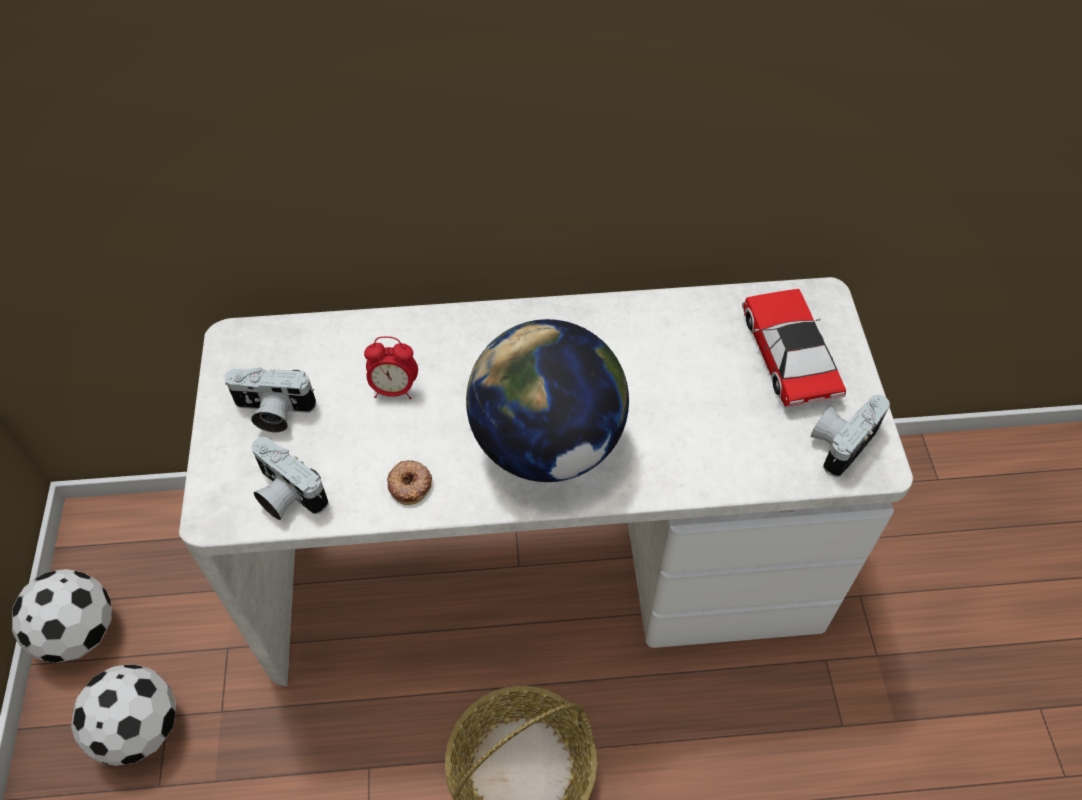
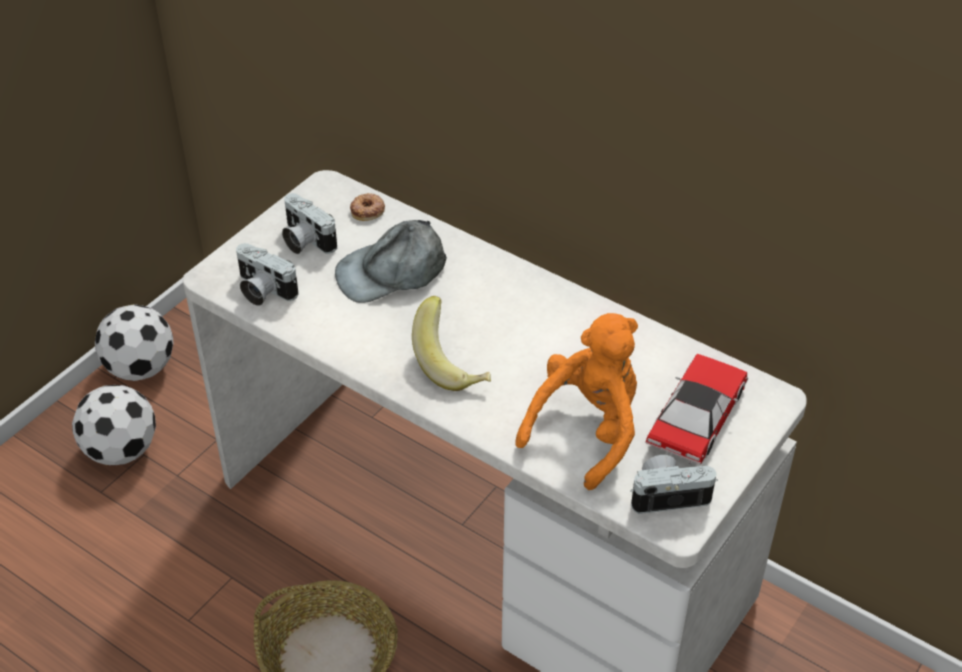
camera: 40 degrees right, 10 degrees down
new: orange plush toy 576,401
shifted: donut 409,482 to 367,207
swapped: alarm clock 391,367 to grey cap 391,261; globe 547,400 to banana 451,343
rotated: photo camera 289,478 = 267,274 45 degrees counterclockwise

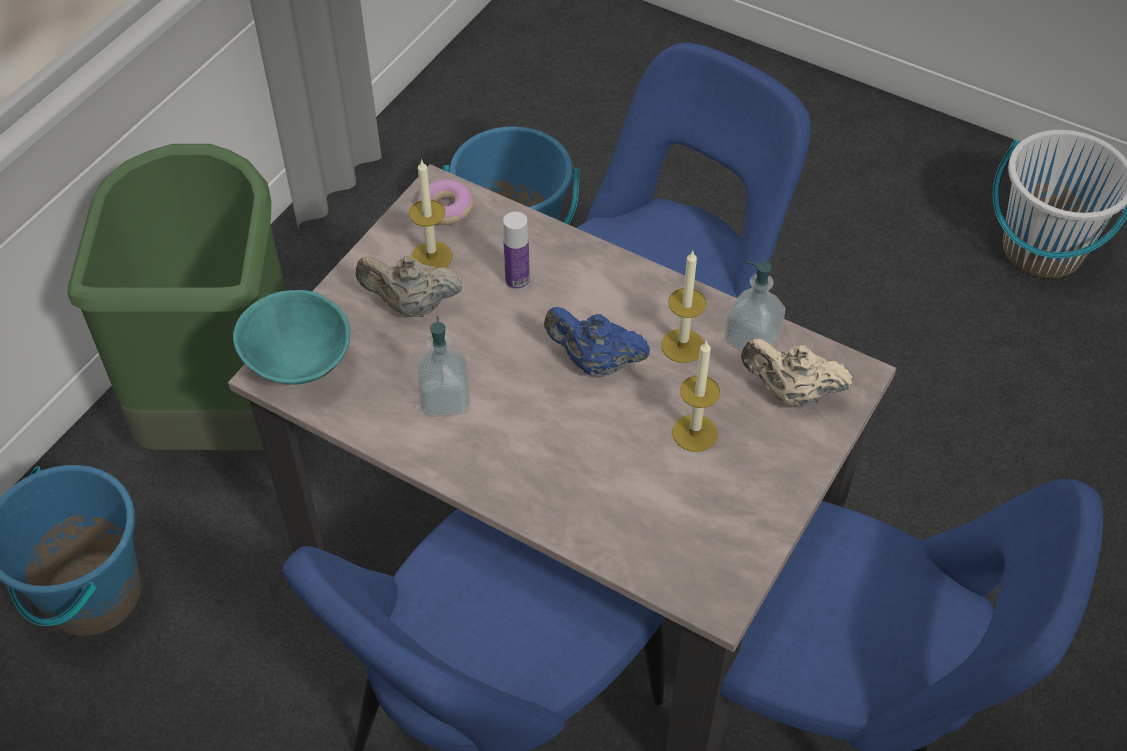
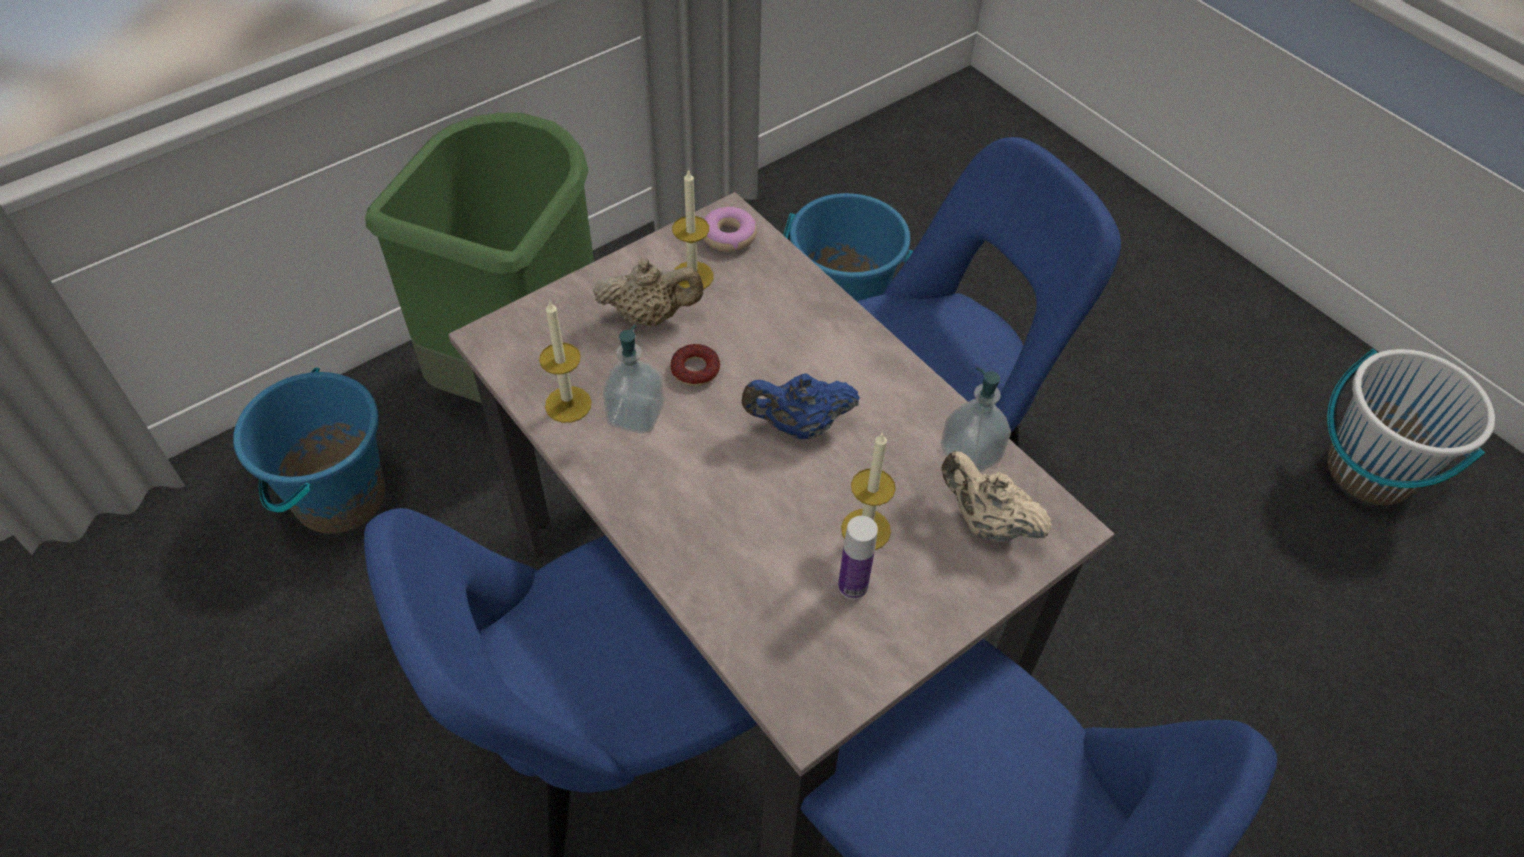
camera: 20 degrees right, 0 degrees up
gone: turquoise bowl 291,337
new: donut 695,365
shifted: bottle 516,251 to 858,557; candle 683,306 to 565,361
rotated: beige teapot 409,286 = 648,292 150 degrees clockwise; blue teapot 597,342 = 800,406 45 degrees counterclockwise

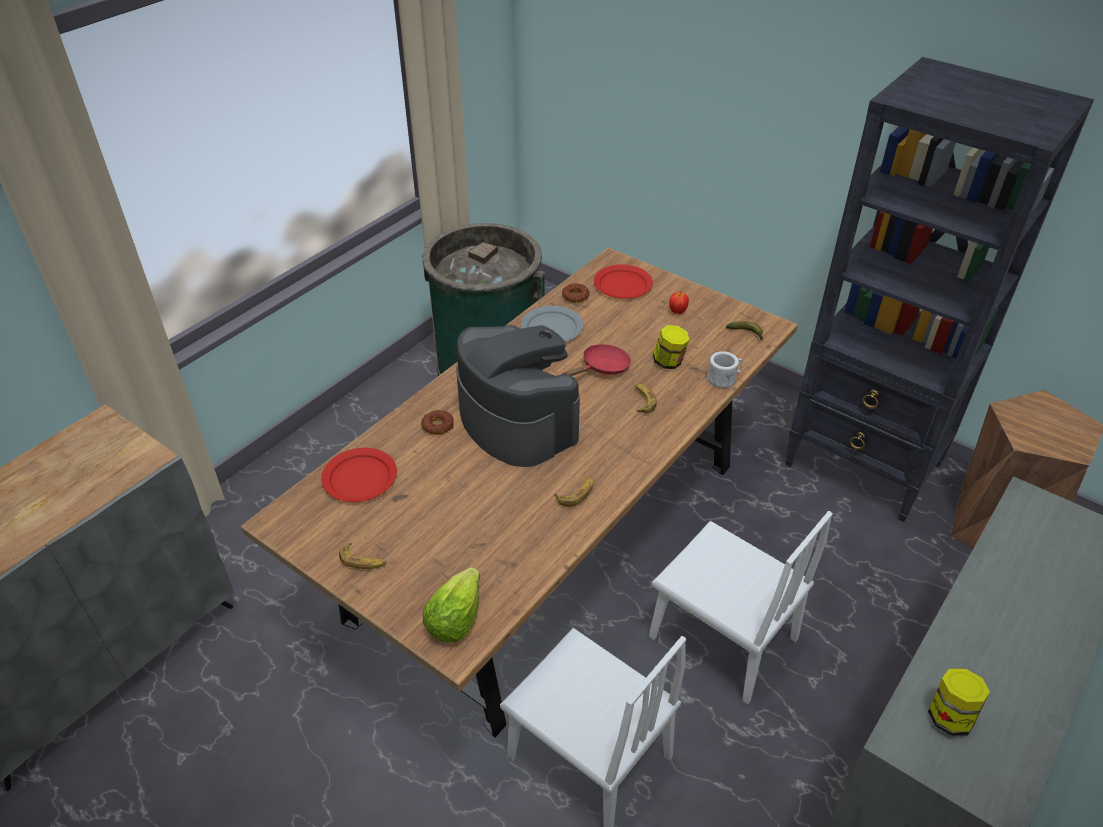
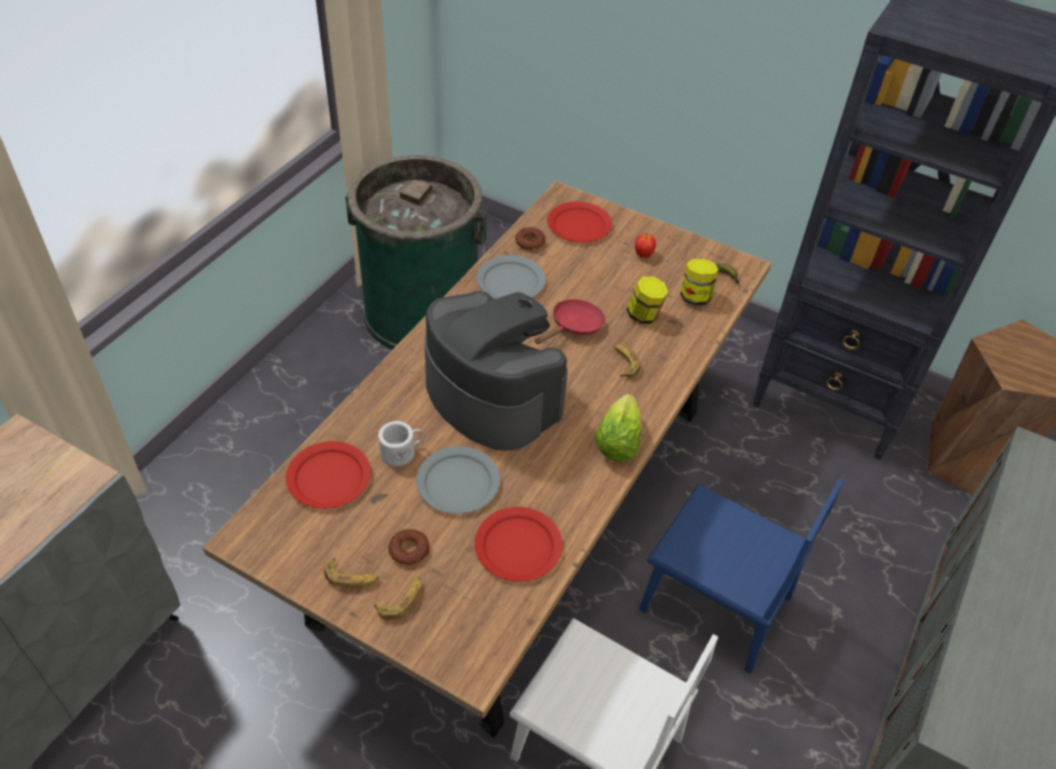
camera: 10 degrees left, 5 degrees up
new: grey plate 458,480; red plate 519,544
shifted: donut 437,422 to 409,547; lettuce 451,605 to 618,427; banana 574,491 to 397,598; white mug 725,369 to 399,443; jar 959,702 to 699,282
repainted: white chair 741,608 to blue chair 741,576

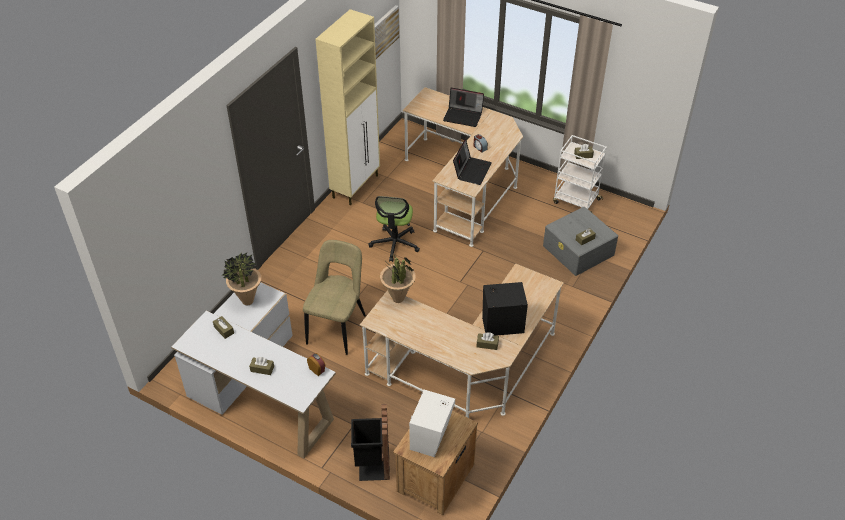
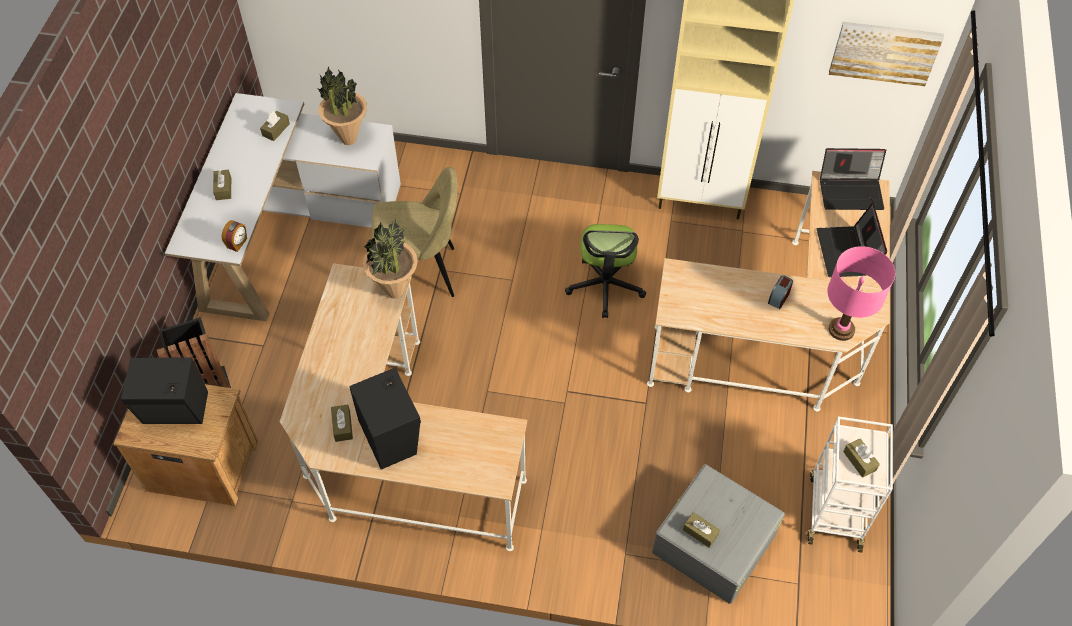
camera: 70 degrees right, 10 degrees up
new: pink table lamp 861,293
shifted: laptop 472,162 to 853,179
repainted: white speaker 432,423 to black speaker 164,390
rotated: office chair 394,229 = 605,271 75 degrees counterclockwise

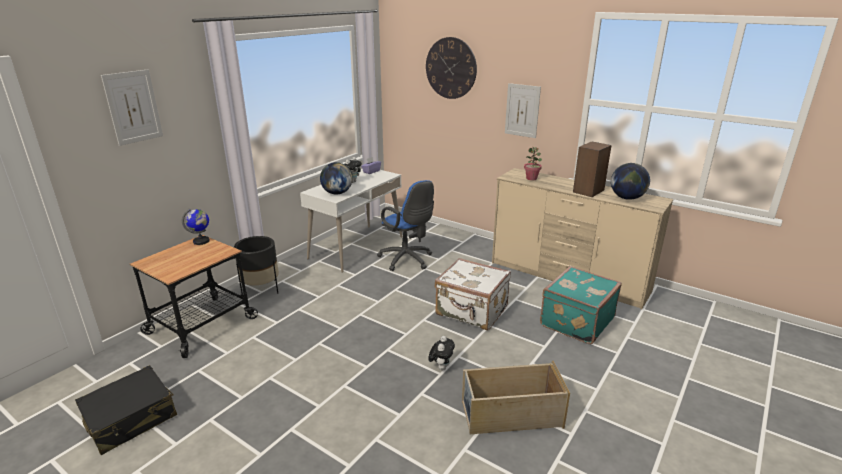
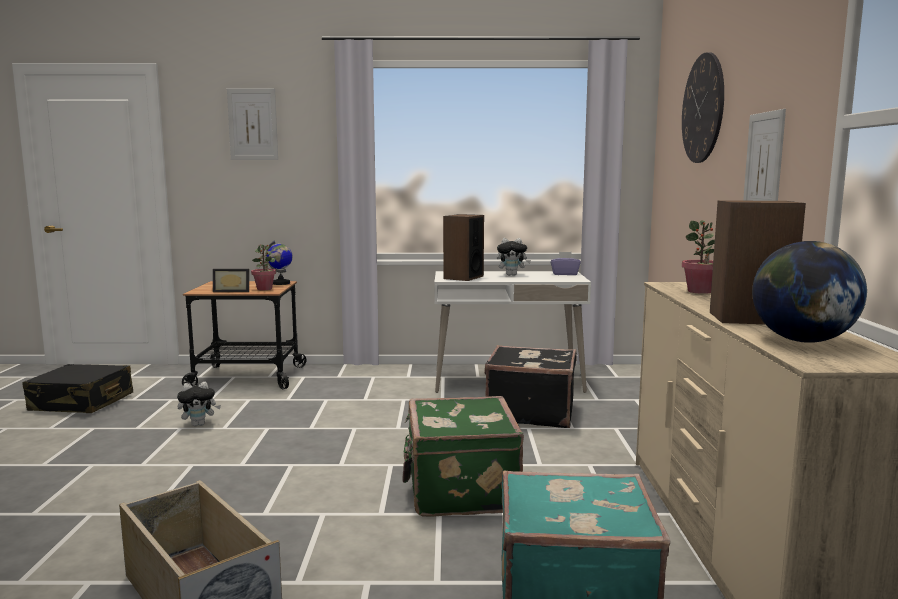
camera: 55 degrees right, 15 degrees down
gone: black planter 256,265
new: picture frame 231,280; potted plant 263,267
shifted: plush toy 441,353 to 199,404
swapped: globe 336,178 to speaker 463,247; blue office chair 405,225 to black suitcase 530,386
repainted: white suitcase 473,294 to green suitcase 463,456

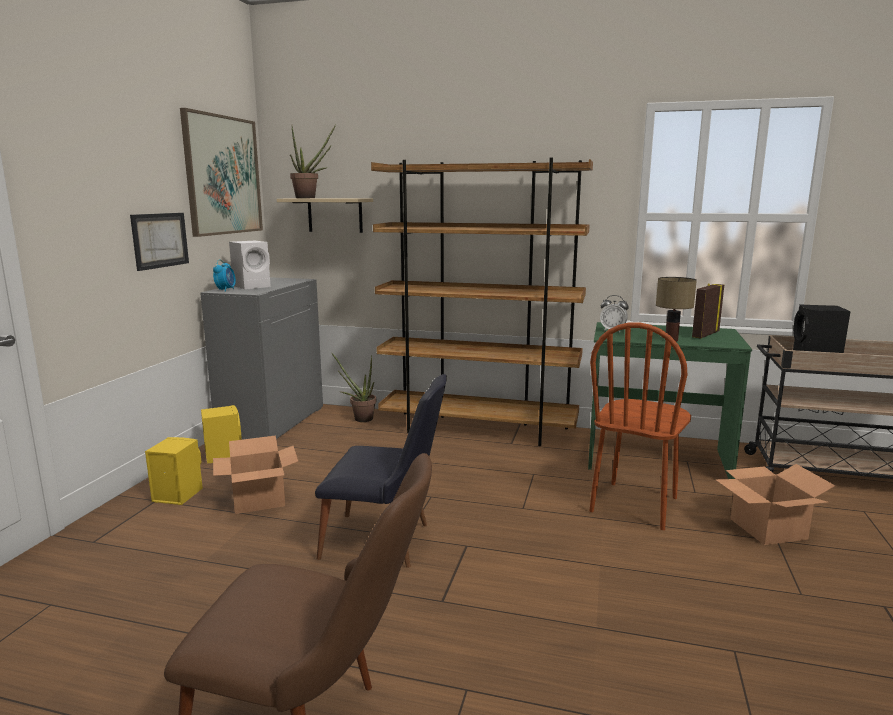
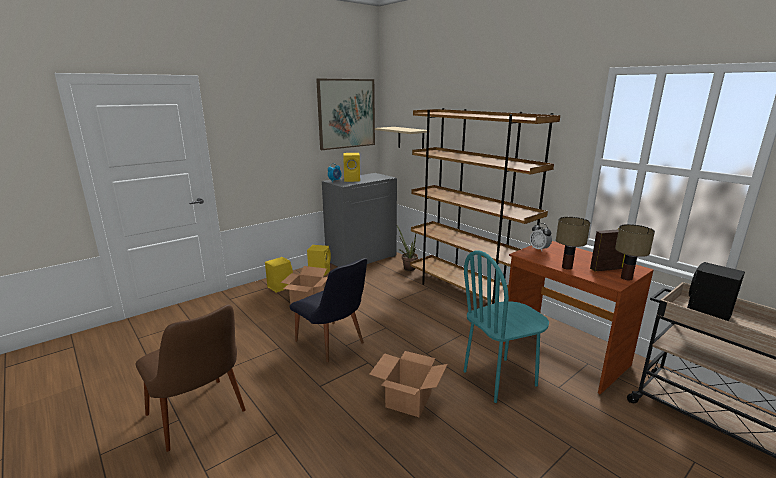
camera: 35 degrees right, 5 degrees up
gone: picture 159,242; potted plant 313,161
new: table lamp 635,252
shifted: cardboard box 775,504 to 408,384
repainted: white speaker 250,265 to yellow speaker 351,167; green desk 670,400 to brown desk 578,318; brown chair 640,426 to turquoise chair 506,327

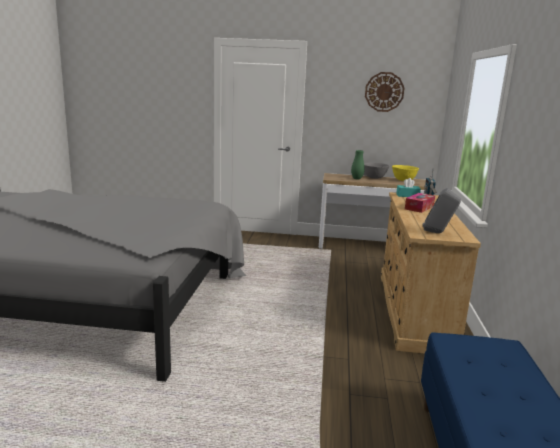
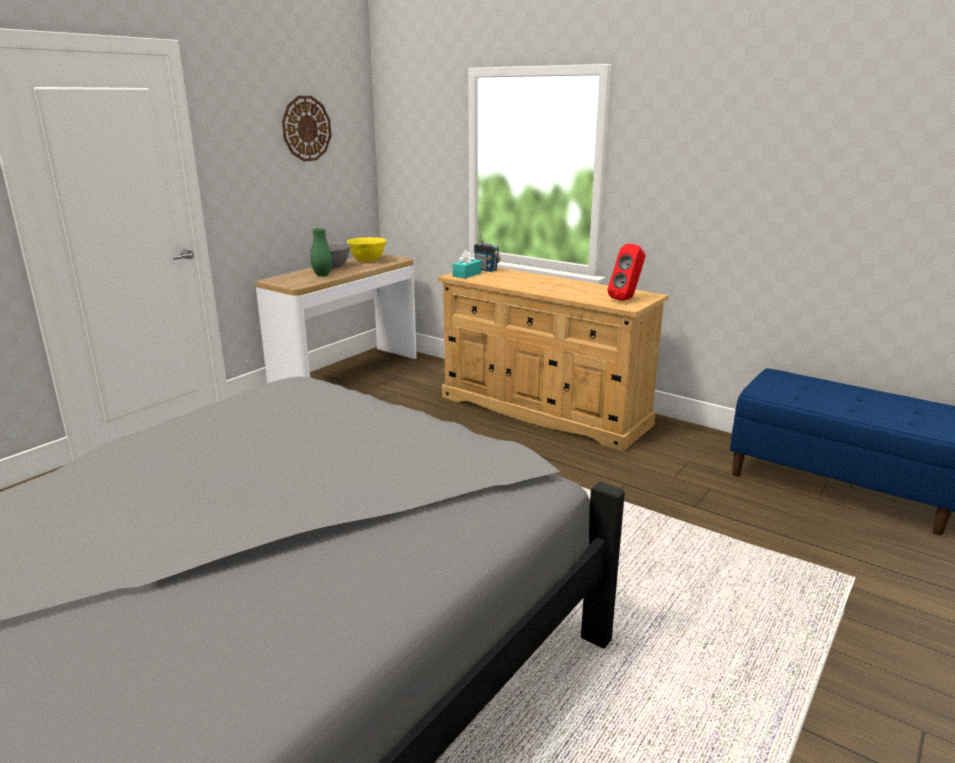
camera: 60 degrees left, 5 degrees up
gone: tissue box 420,203
repainted: grey speaker 441,210 to red speaker 626,272

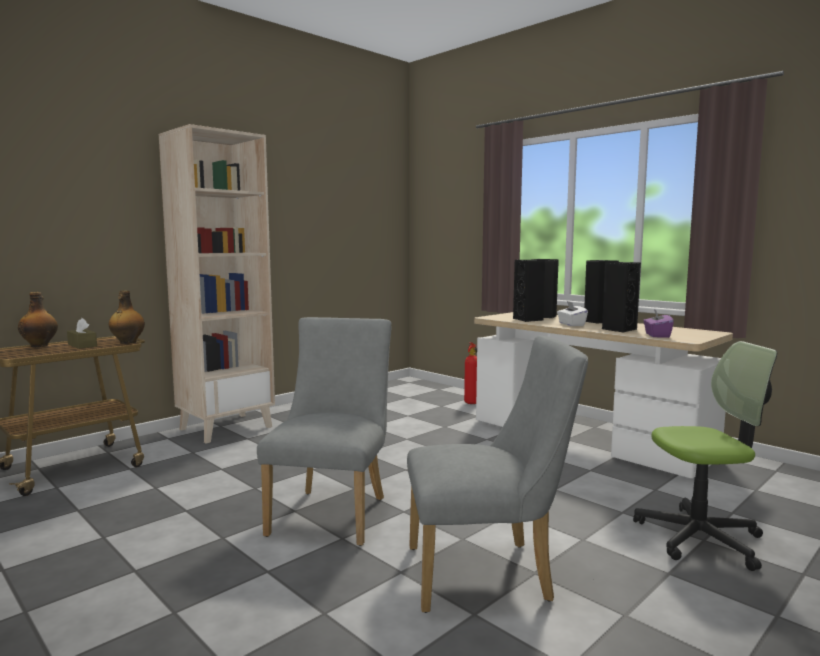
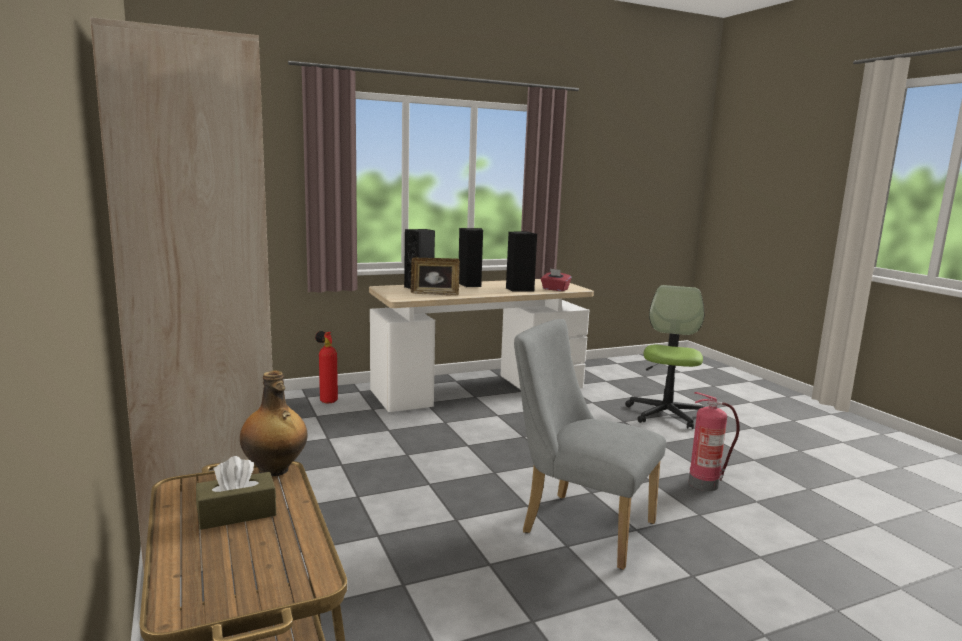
camera: 70 degrees left, 5 degrees up
gone: bottle 38,319; white tissue box 572,313
swapped: grey chair 497,474 to fire extinguisher 714,441; black speaker 529,291 to picture frame 435,276
repainted: purple tissue box 658,323 to red tissue box 556,279

